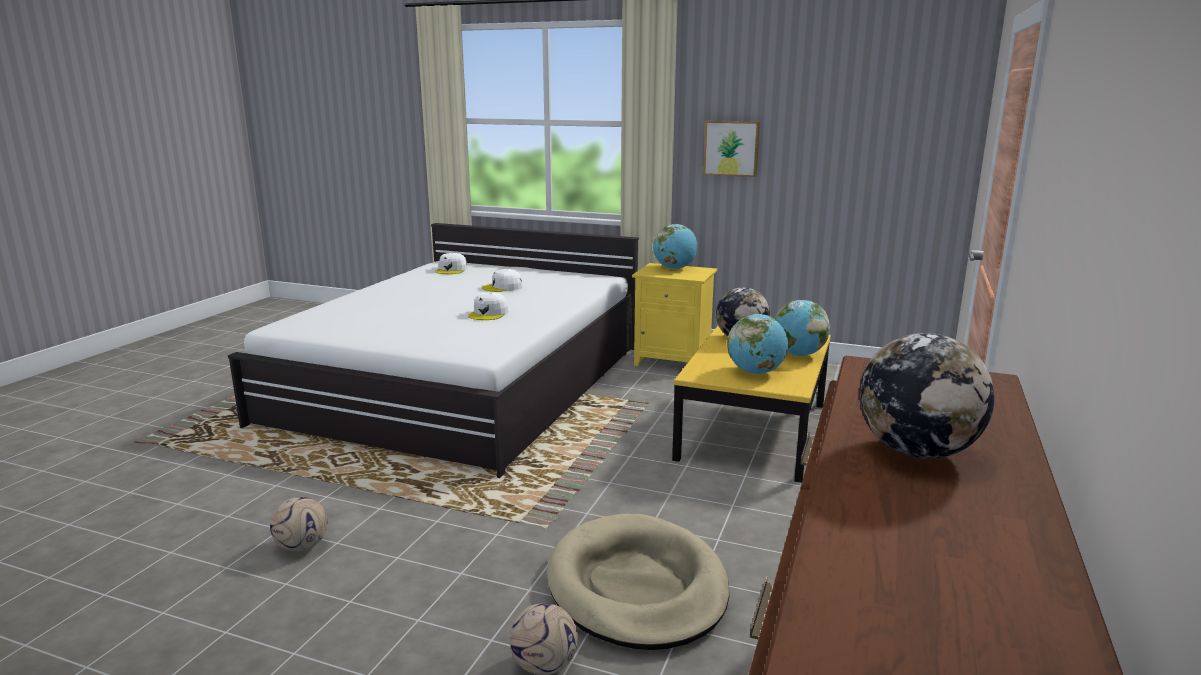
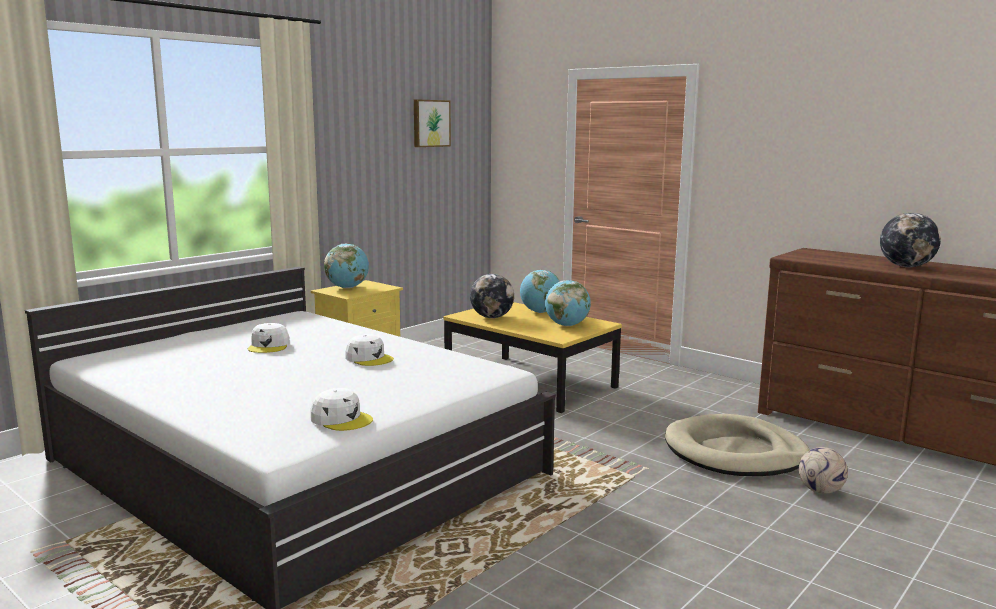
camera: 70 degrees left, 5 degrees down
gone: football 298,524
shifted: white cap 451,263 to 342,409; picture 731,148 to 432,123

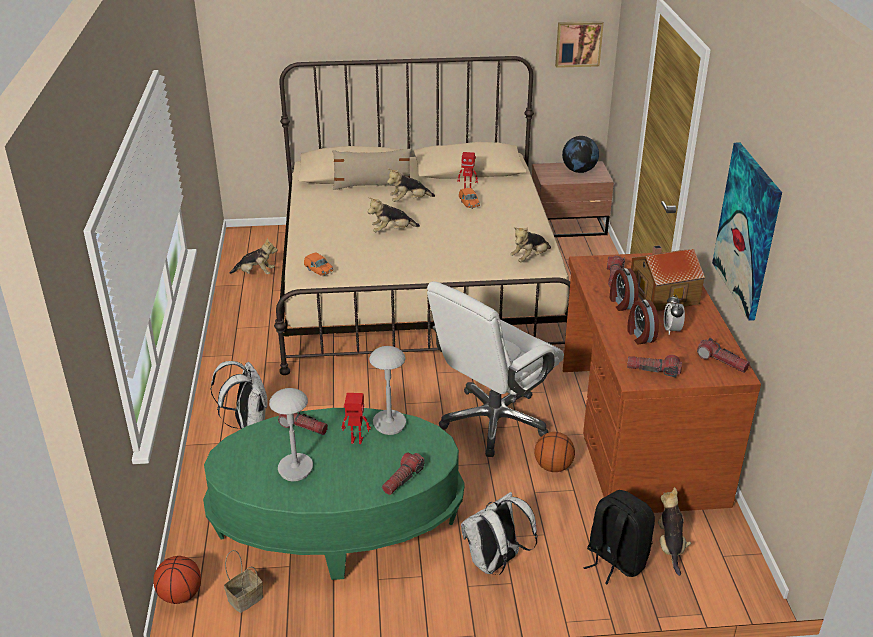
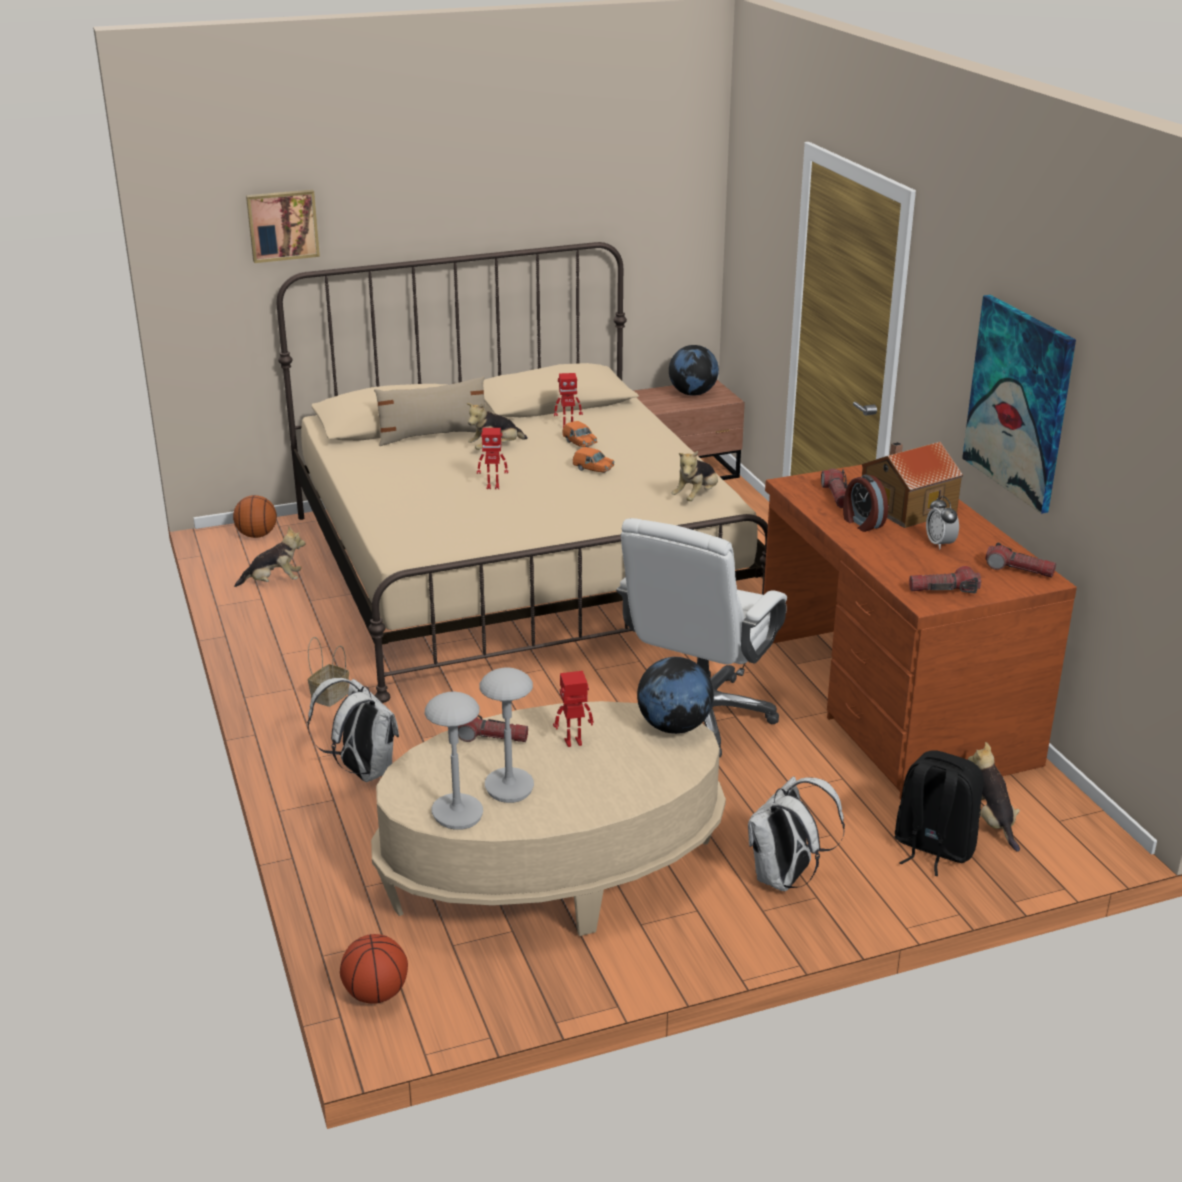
camera: 15 degrees left, 5 degrees down
gone: flashlight 403,473; alarm clock 643,322
new: globe 675,695
shifted: basket 243,581 to 328,672; orange toy car 318,263 to 593,460; grey table lamp 387,390 to 454,761; basketball 554,452 to 255,516; picture 579,44 to 283,226
swapped: plush toy 394,214 to toy robot 492,458
repainted: green coffee table 334,494 to beige coffee table 548,818

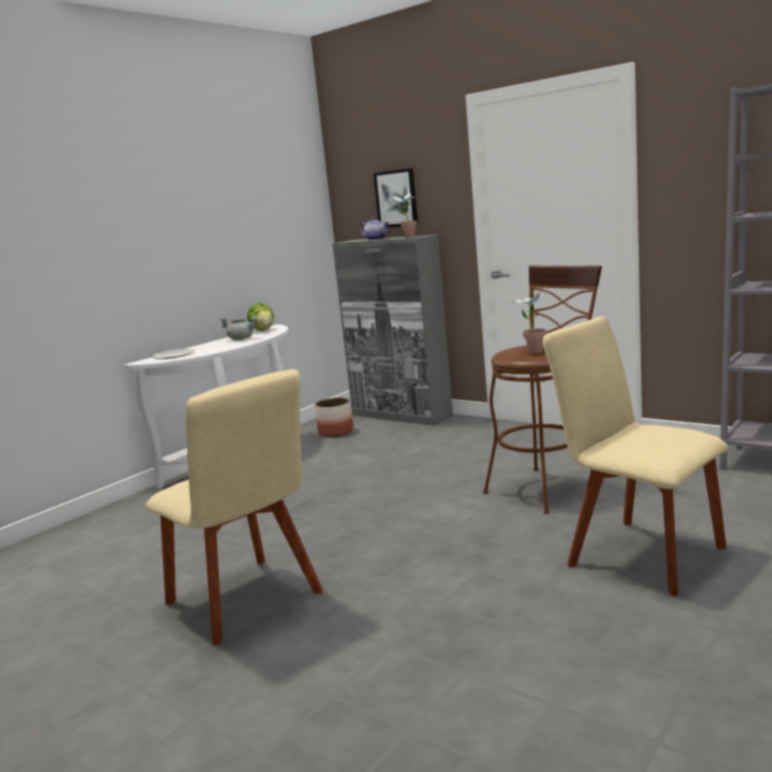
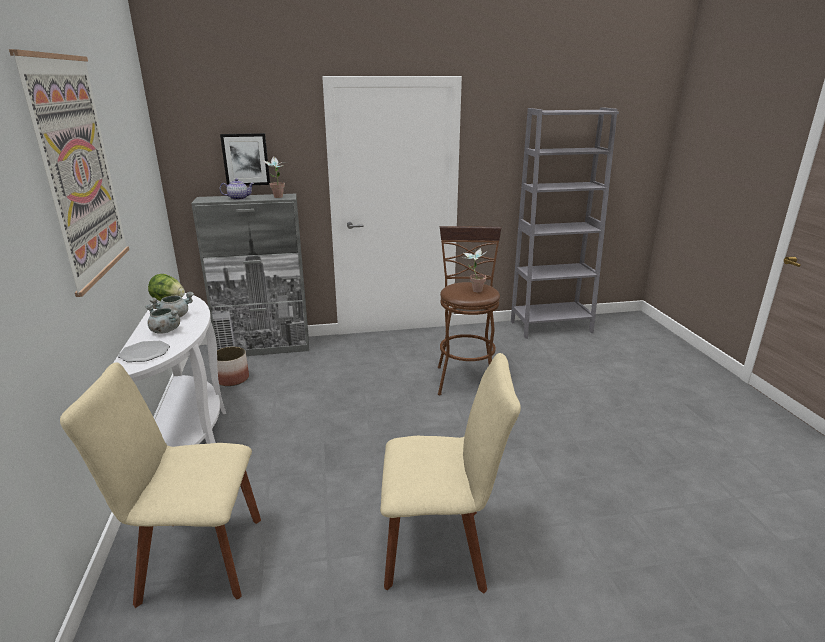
camera: 50 degrees left, 10 degrees up
new: picture 69,173; grey cooking pot 162,319
shifted: beige chair 636,456 to 160,485

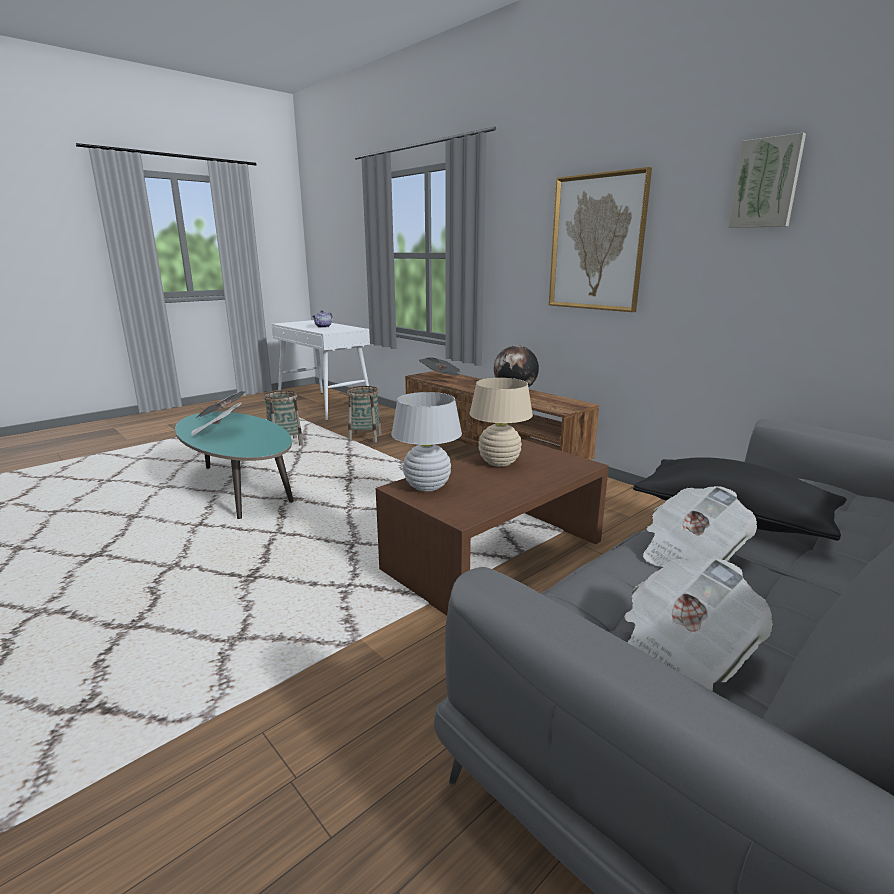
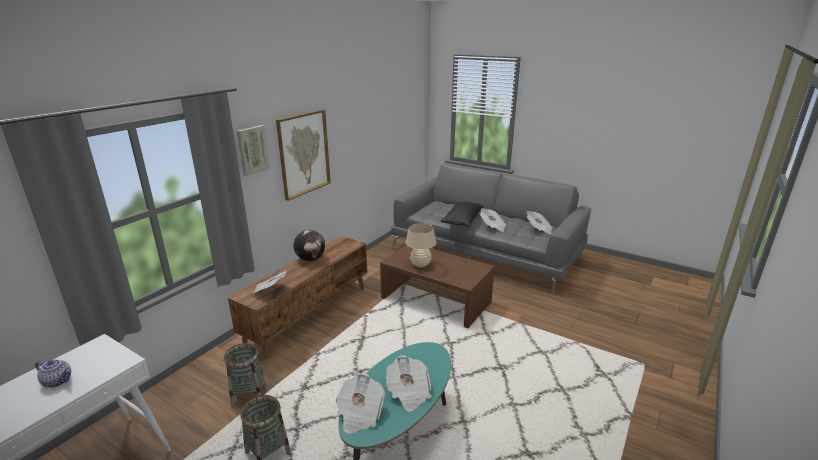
camera: 105 degrees left, 5 degrees up
gone: white table lamp 426,442
shifted: picture 767,180 to 253,150

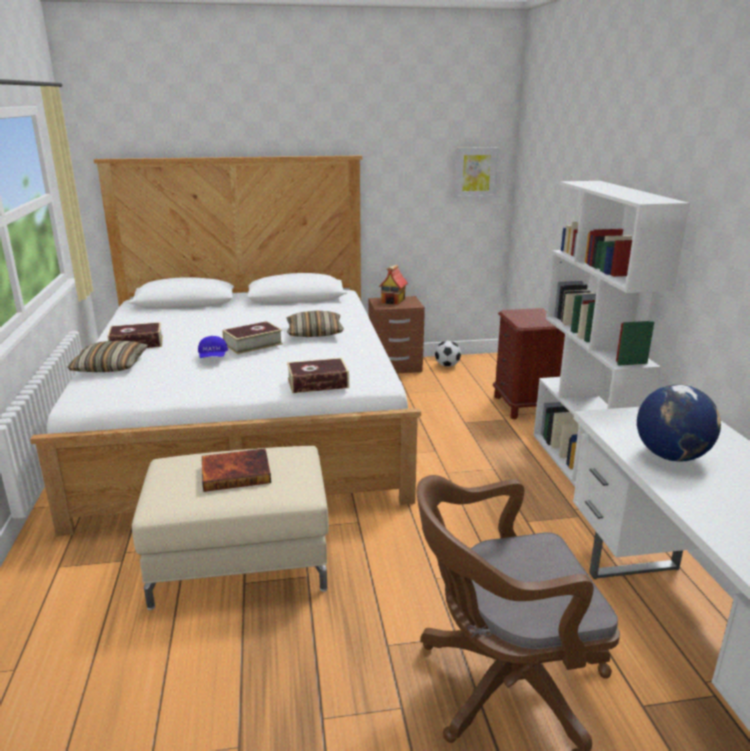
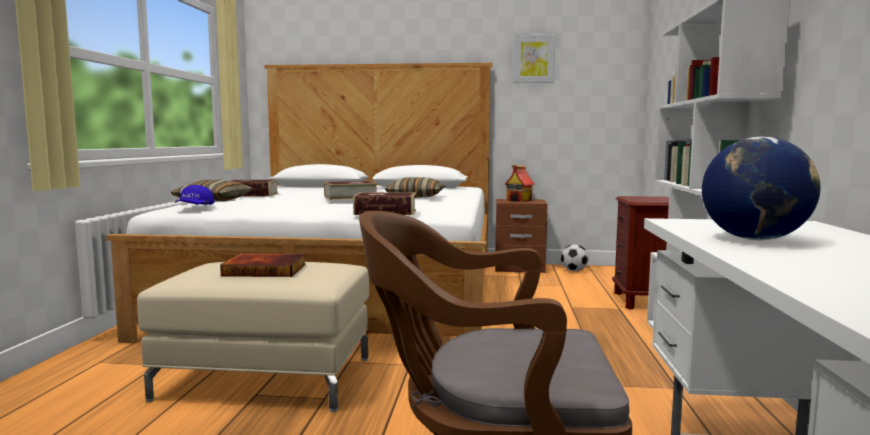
camera: 15 degrees right, 15 degrees down
shifted: blue cap 213,347 to 194,195; picture 476,172 to 534,59

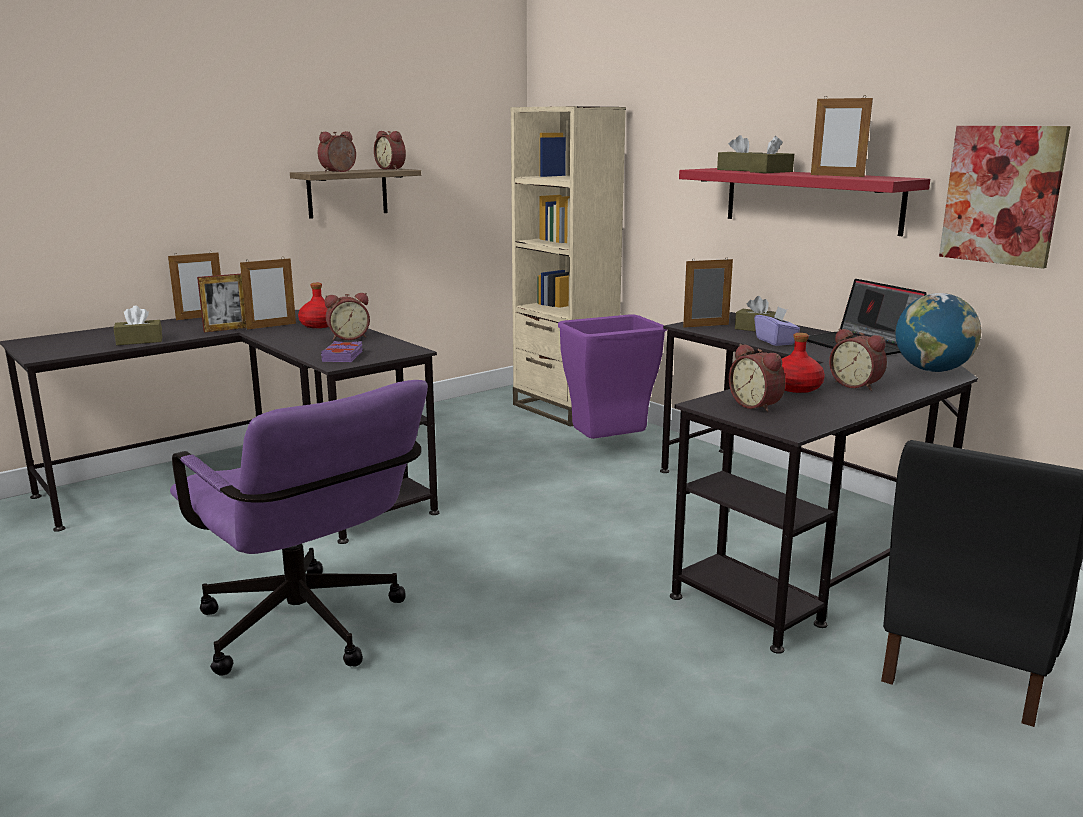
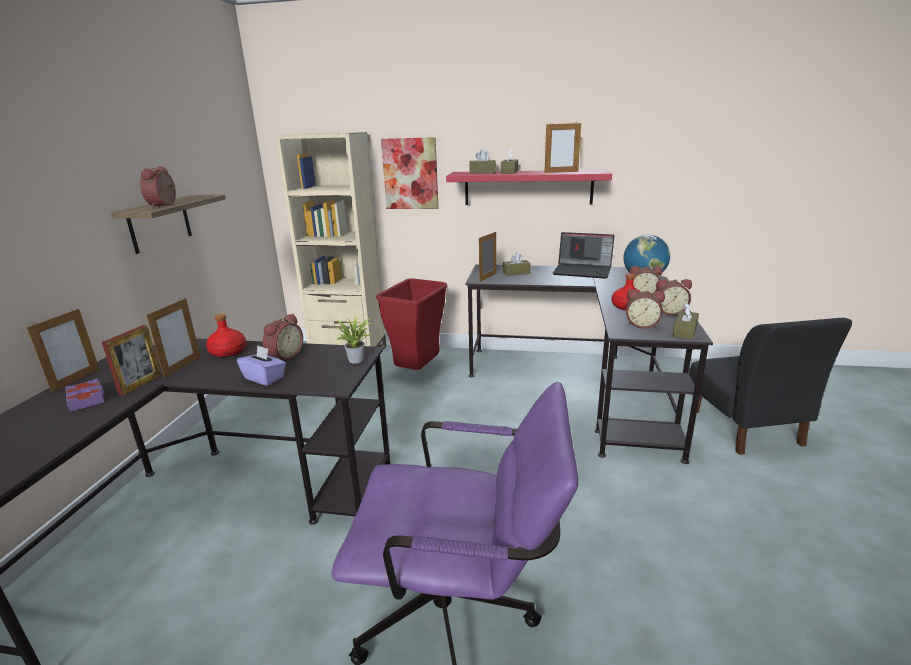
camera: 40 degrees left, 5 degrees up
new: potted plant 354,340
shifted: brown tissue box 138,325 to 686,321; purple book 342,351 to 84,395; alarm clock 390,150 to 673,297; purple tissue box 777,326 to 261,365; picture 1004,197 to 410,173
repainted: purple trash can 612,377 to red trash can 411,324

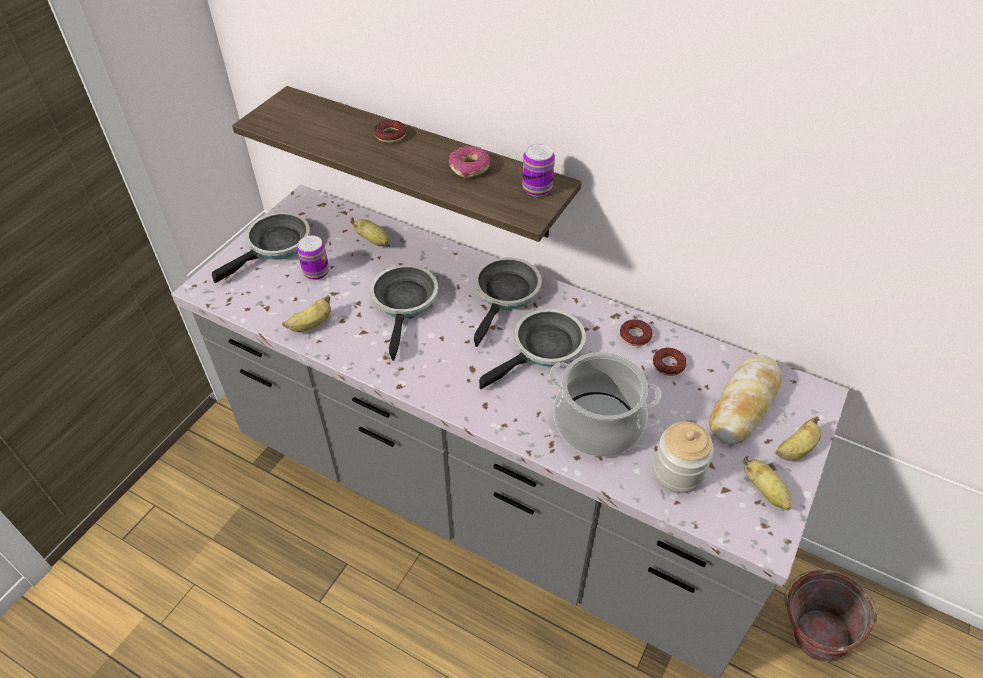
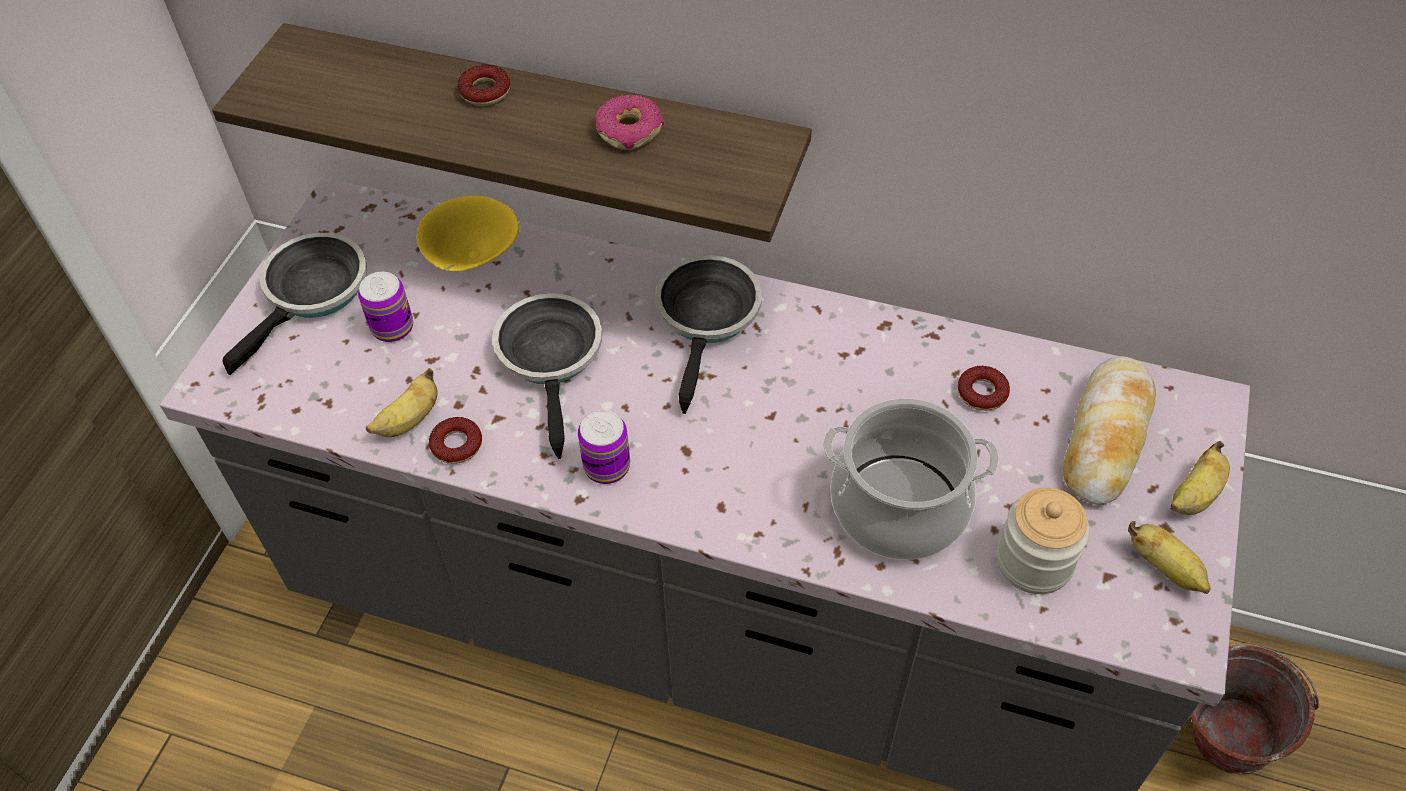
camera: 10 degrees left, 5 degrees up
gone: frying pan 532,349
shifted: can 538,170 to 604,447; donut 636,332 to 455,440
swapped: banana 370,231 to yellow bowl 467,234

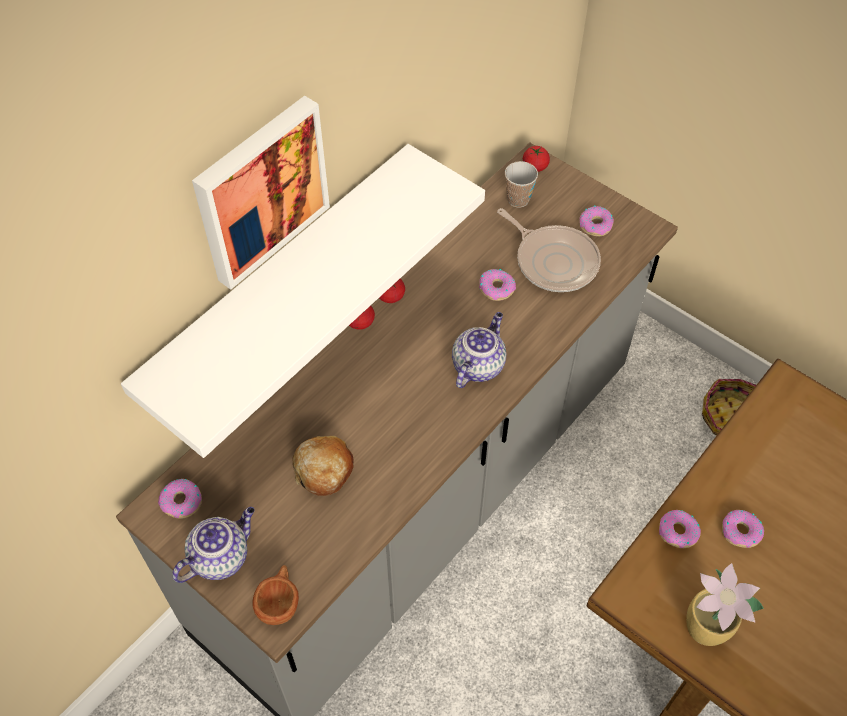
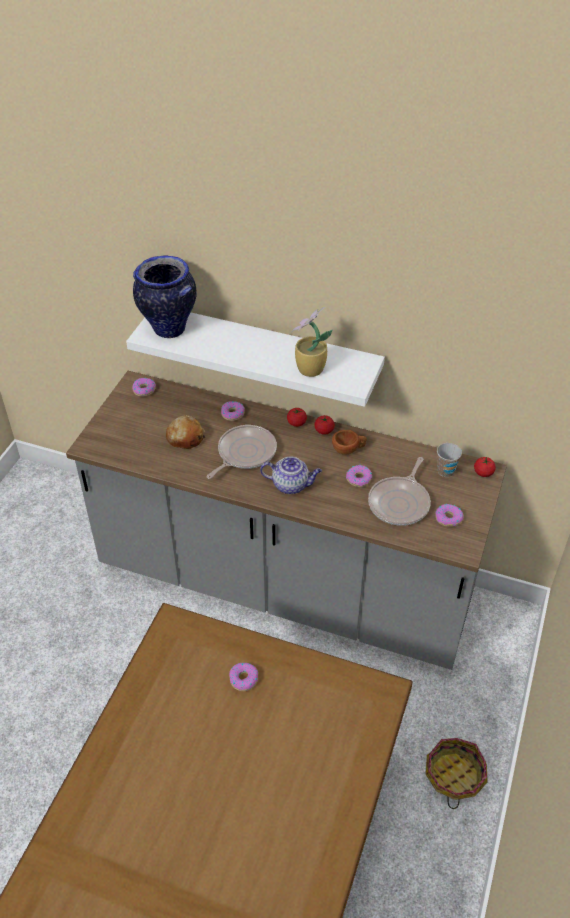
camera: 70 degrees right, 10 degrees down
gone: teapot 213,545; picture 261,193
new: vase 165,296; frying pan 242,452
shifted: brown cup 275,595 to 349,442; donut 680,529 to 233,411; potted plant 725,604 to 311,342

